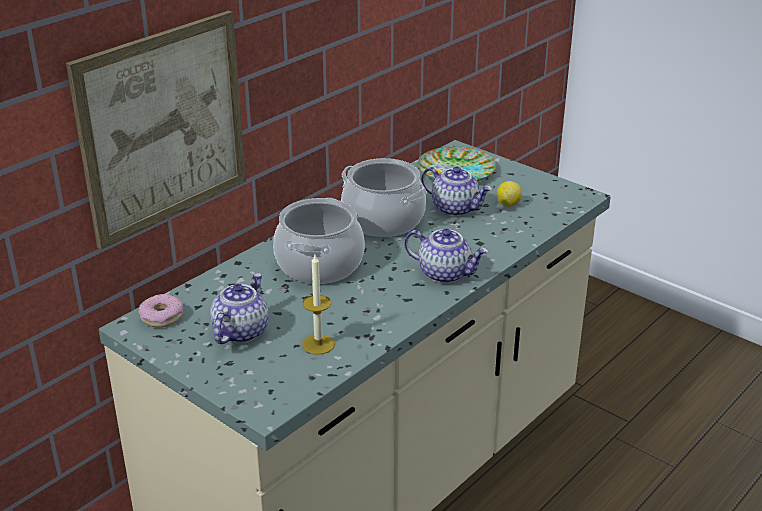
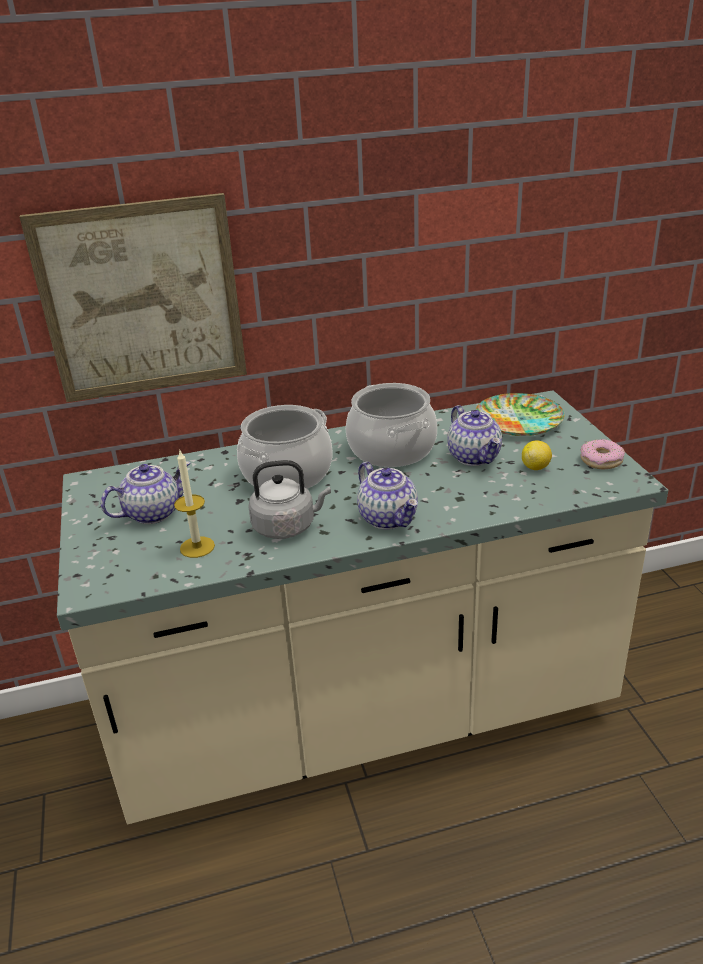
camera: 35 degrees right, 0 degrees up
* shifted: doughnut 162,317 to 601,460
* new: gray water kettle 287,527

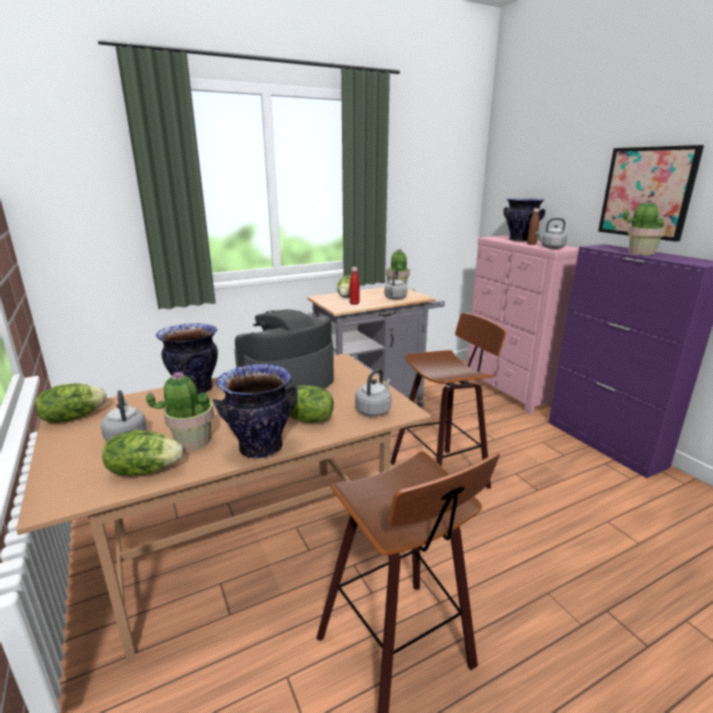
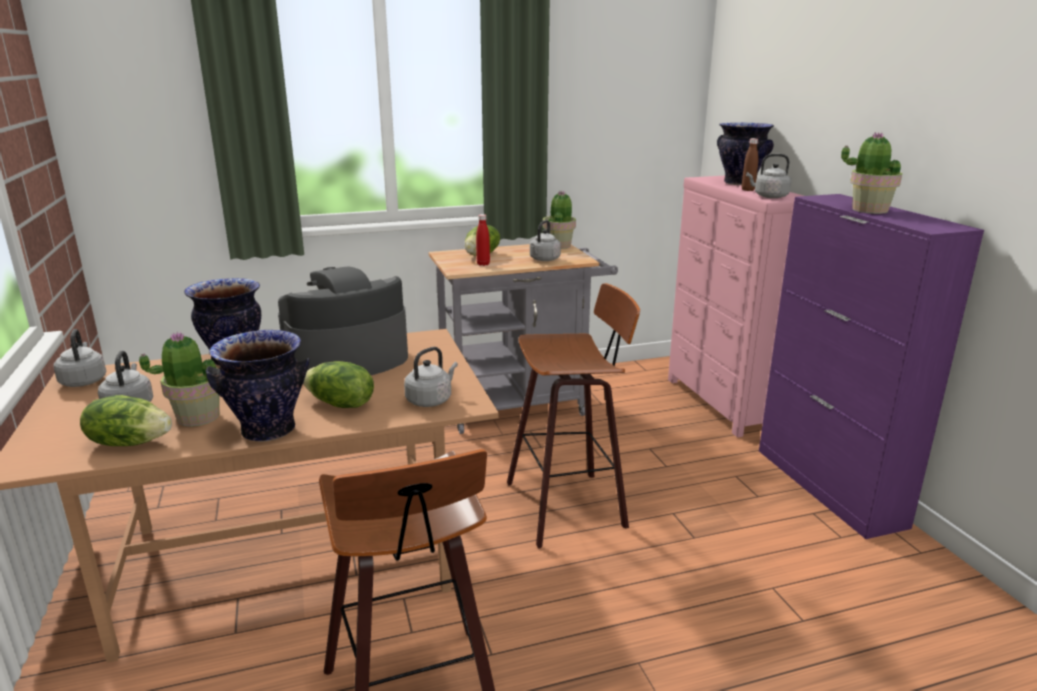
camera: 10 degrees right, 0 degrees up
* swapped: lettuce head 73,417 to gray water kettle 84,380
* gone: wall art 647,192

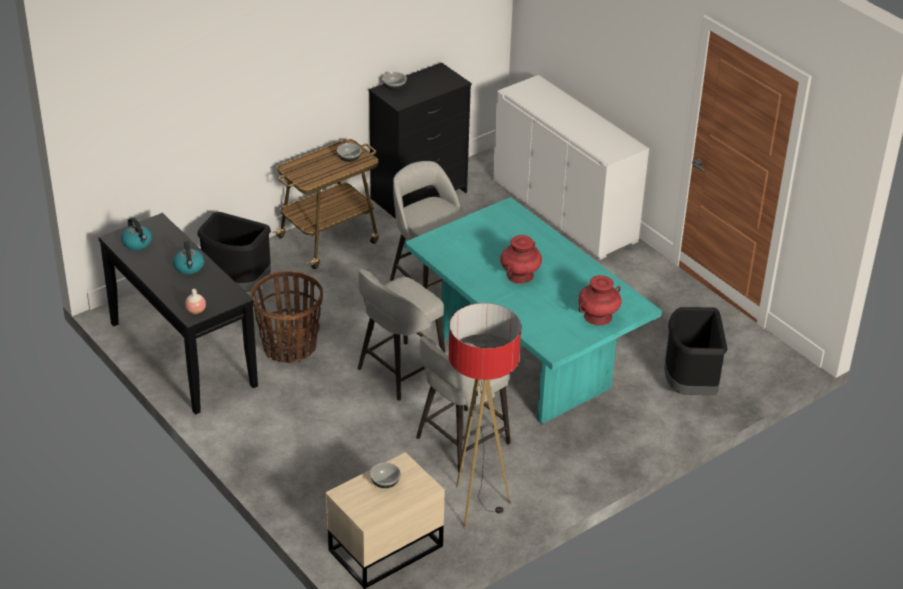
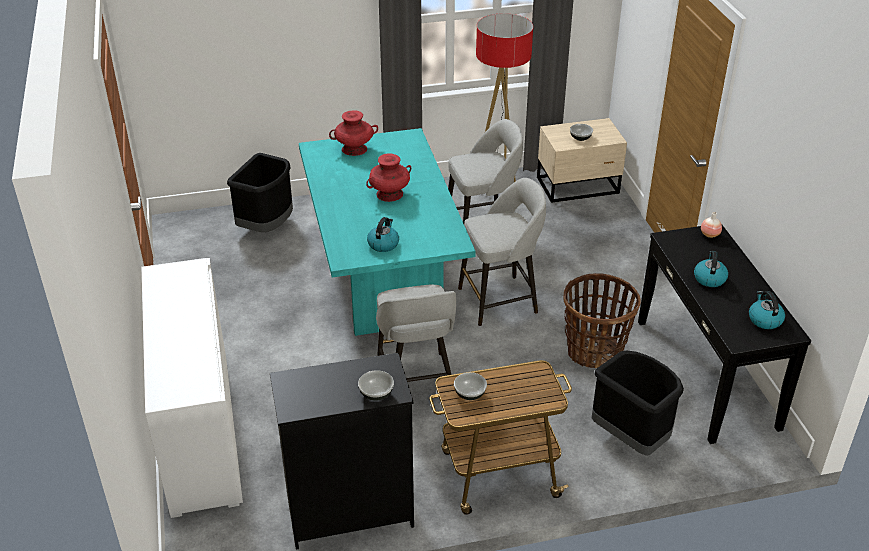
camera: 155 degrees left, 0 degrees up
* new: water kettle 383,244

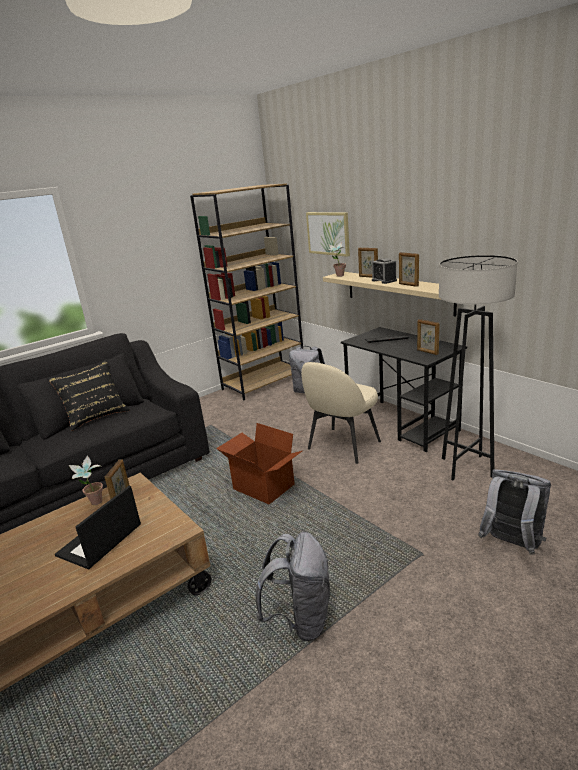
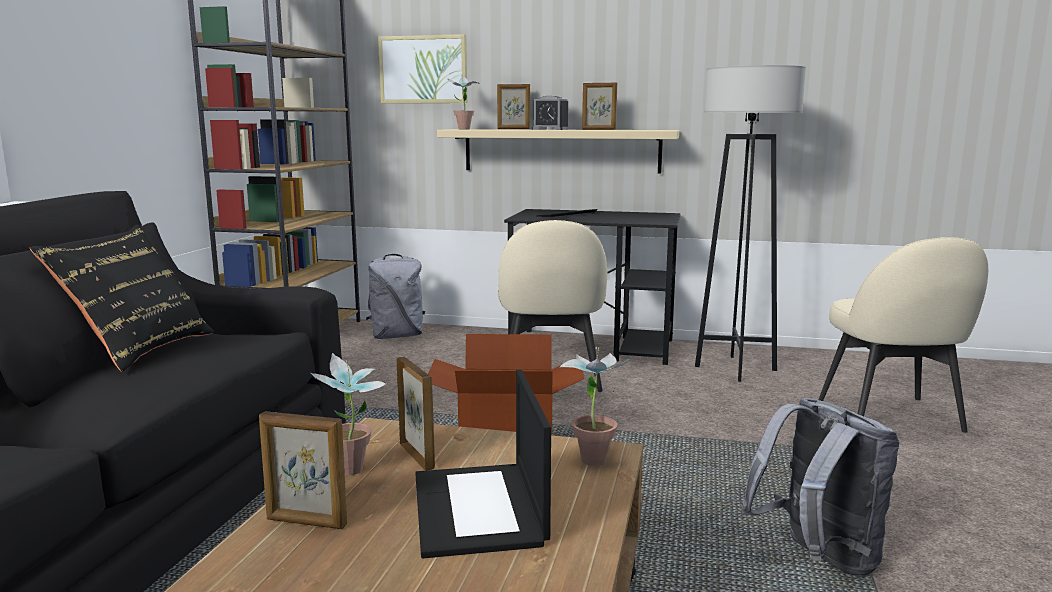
camera: 40 degrees left, 10 degrees down
* shifted: picture frame 427,352 to 306,522
* swapped: gray knapsack 511,544 to sand-coloured upright chair 890,417
* new: plant in a pot 594,456

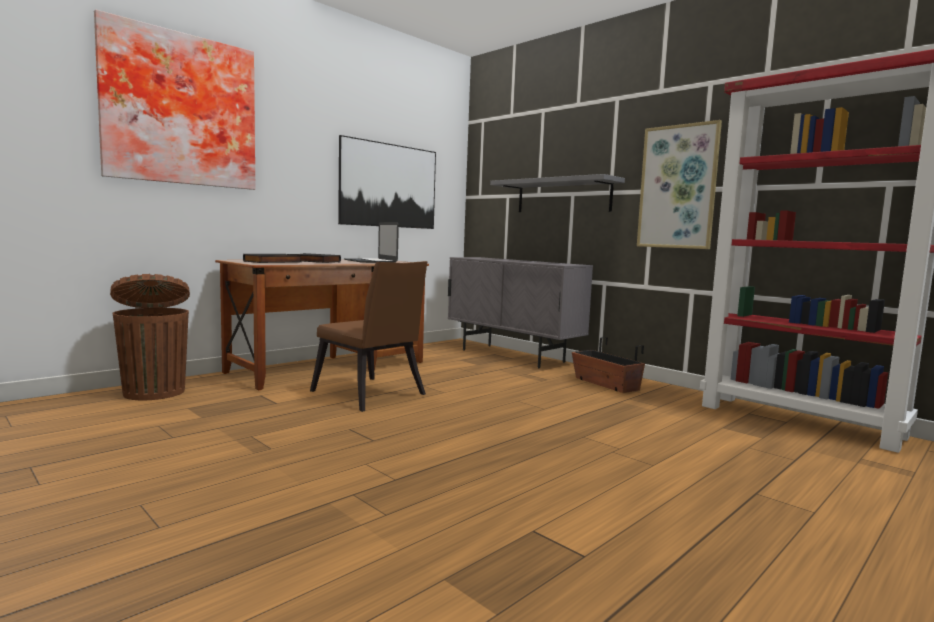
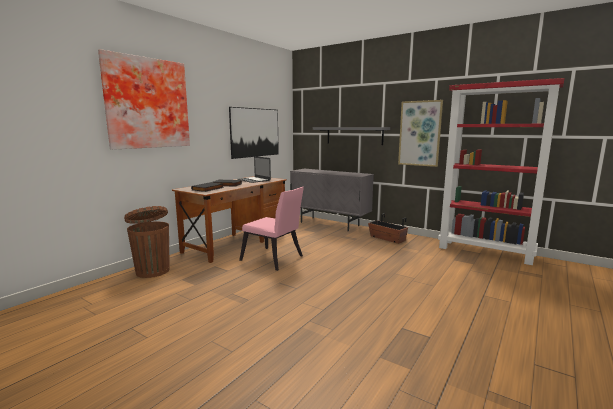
camera: 10 degrees left, 5 degrees up
* repainted: brown upright chair 370,395 to pinkish upright chair 274,259

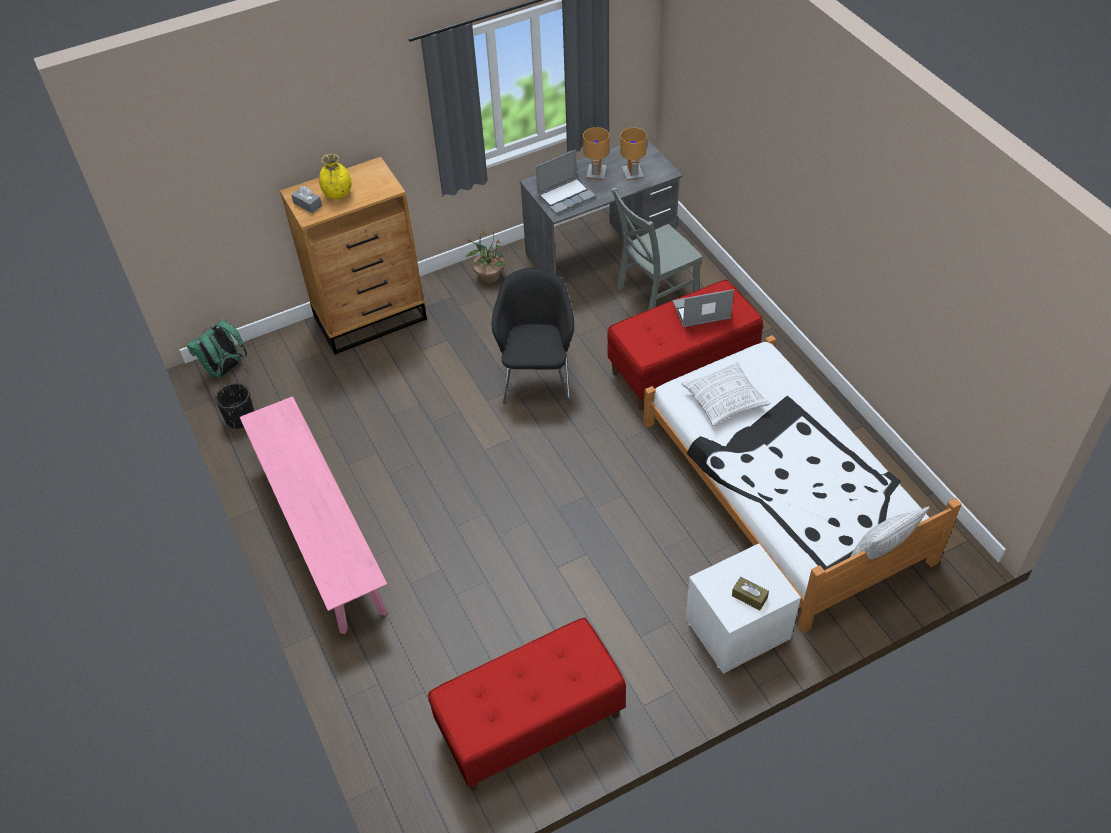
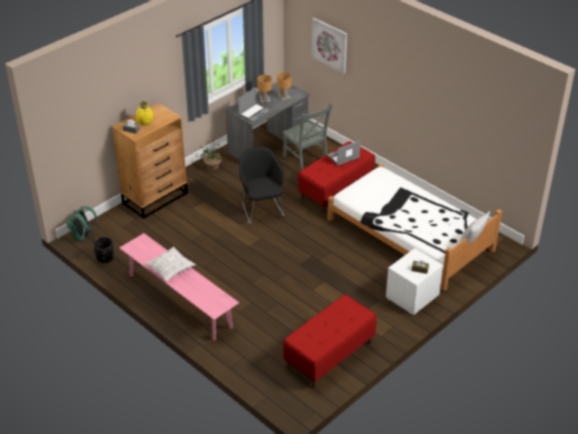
camera: 20 degrees left, 10 degrees down
* rotated: gray upright chair 654,293 = 306,160 75 degrees counterclockwise
* shifted: throw pillow 724,401 to 170,269
* new: wall art 330,45

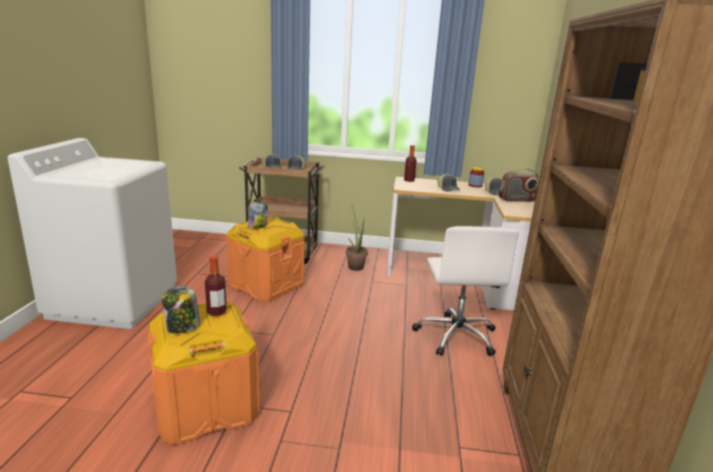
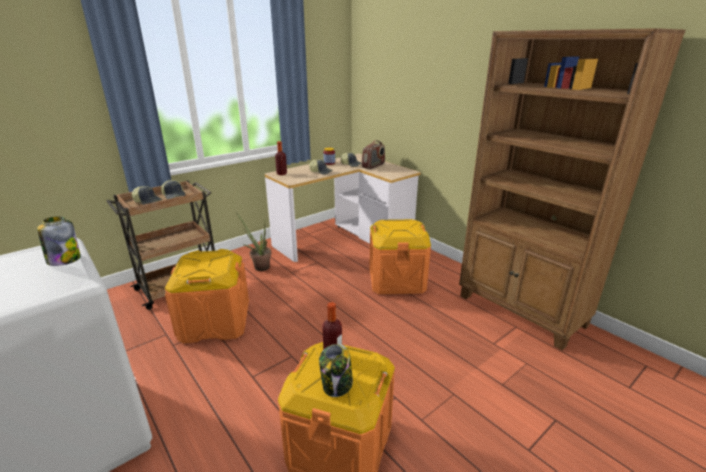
camera: 45 degrees left, 5 degrees up
* shifted: jar 257,225 to 64,259
* swapped: whitish computer chair 456,335 to orange-coloured storage bin 396,280

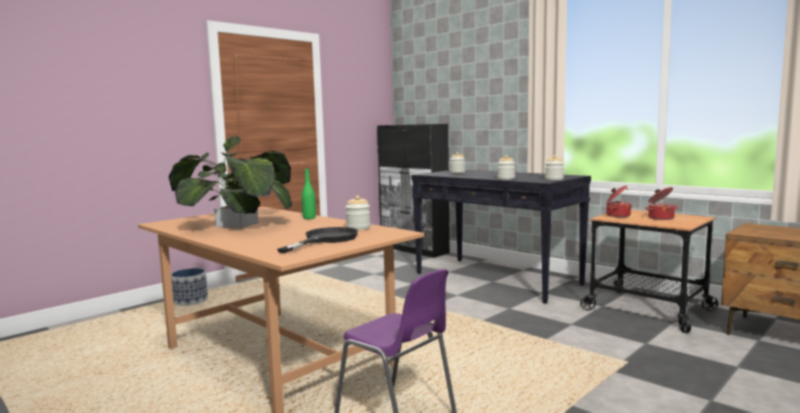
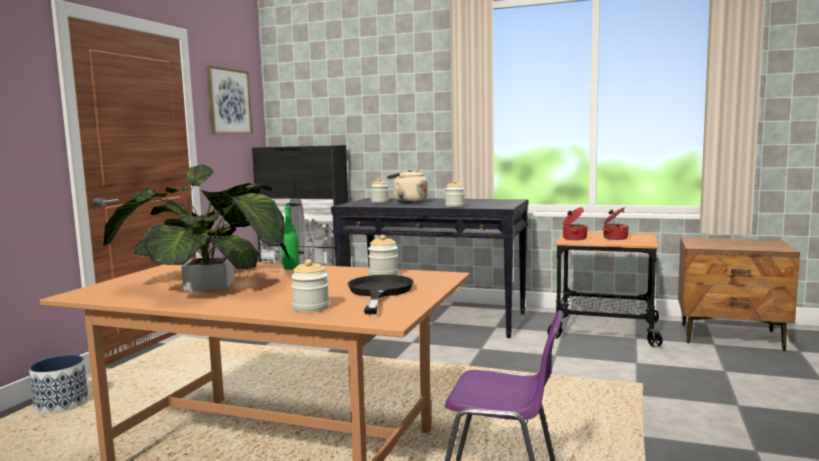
camera: 25 degrees left, 0 degrees up
* shifted: jar 554,179 to 311,308
* new: wall art 229,101
* new: sand-coloured water kettle 408,202

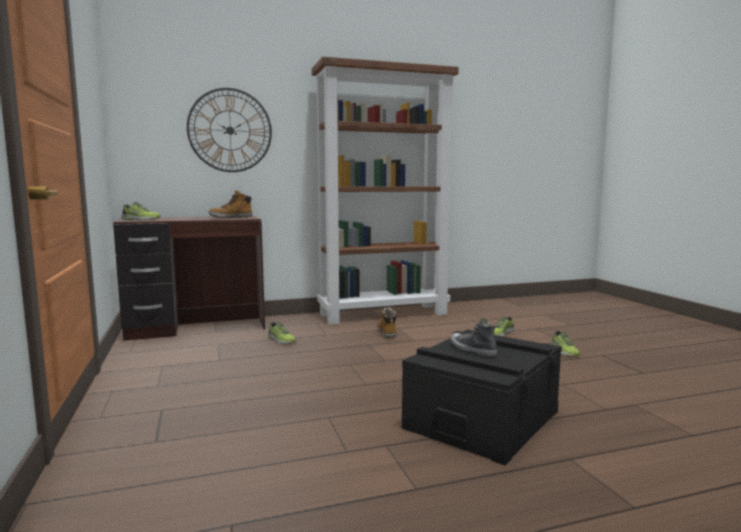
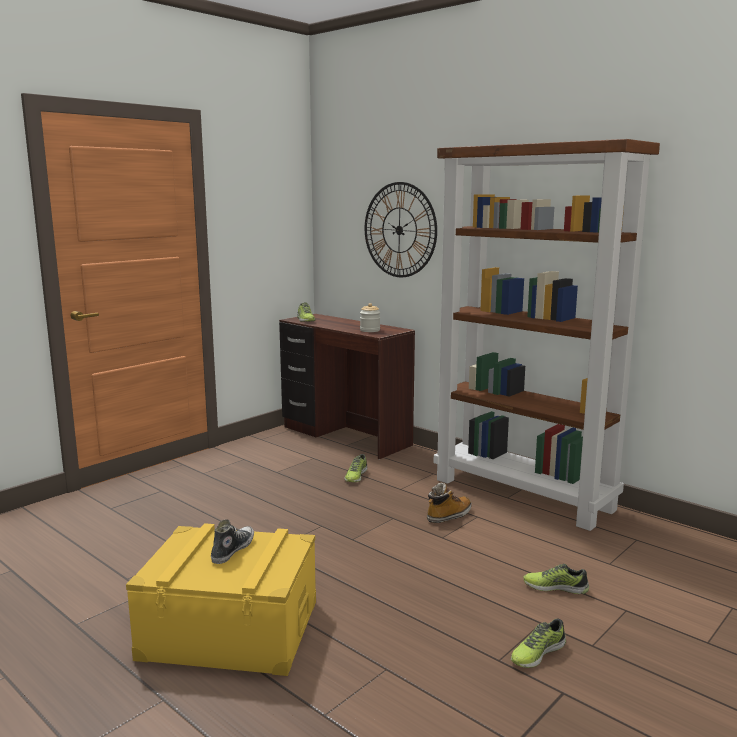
camera: 60 degrees right, 5 degrees up
* swapped: tall boot 231,218 to jar 370,330
* repainted: black storage bin 482,419 to yellow storage bin 231,629

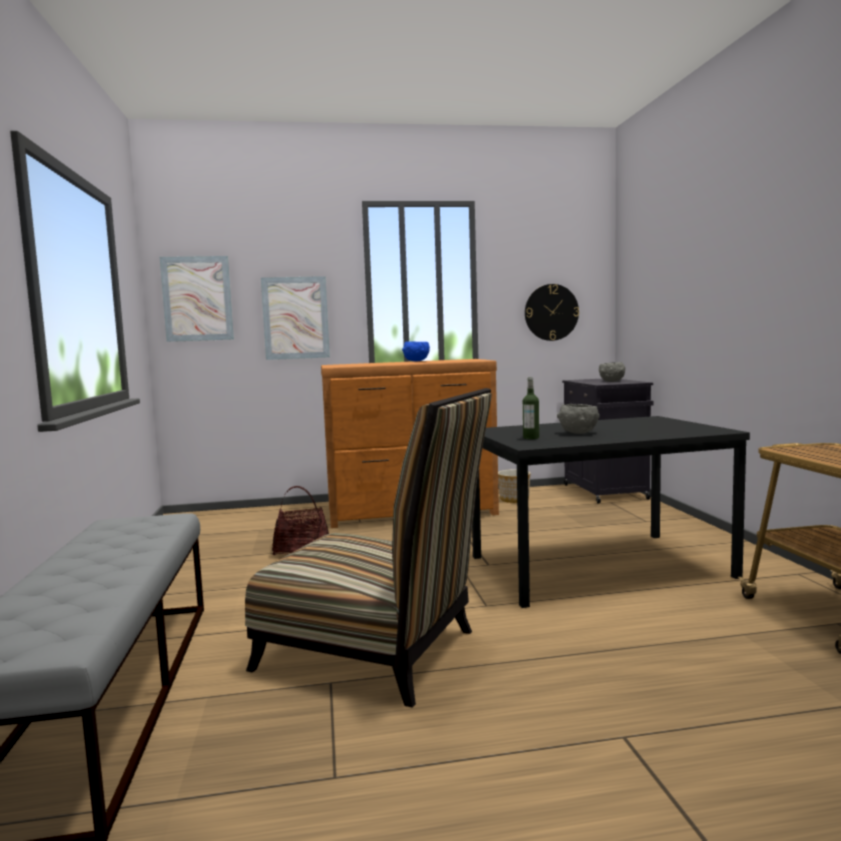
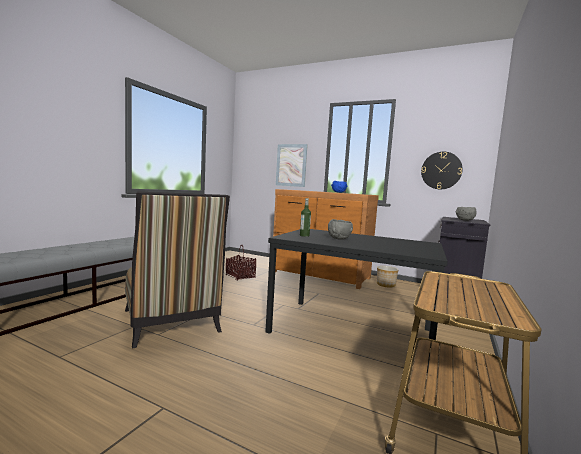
camera: 35 degrees right, 0 degrees up
* gone: wall art 197,299

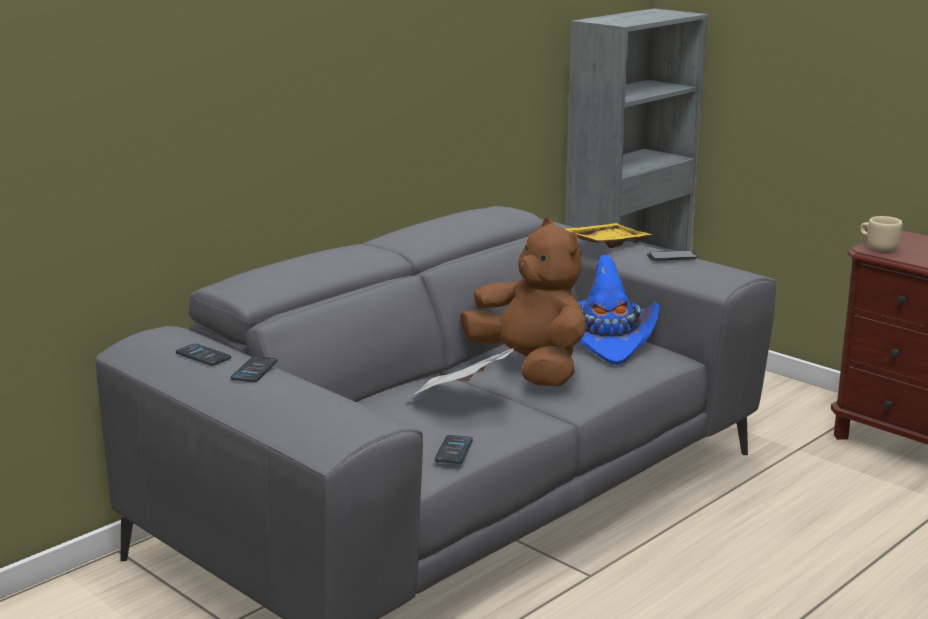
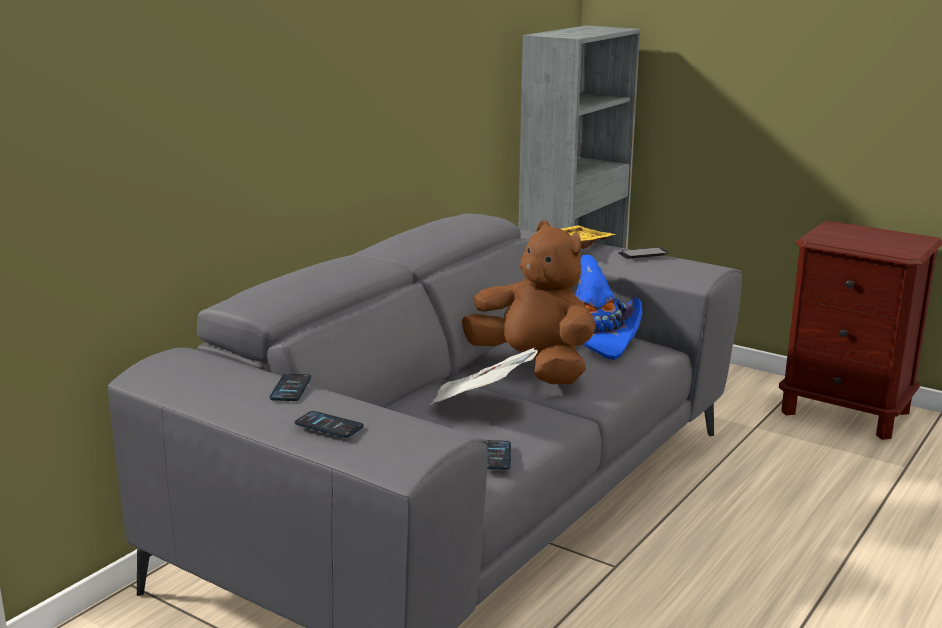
camera: 10 degrees left, 0 degrees up
* shifted: handset 203,356 to 329,426
* gone: sand-coloured tea mug 878,247

